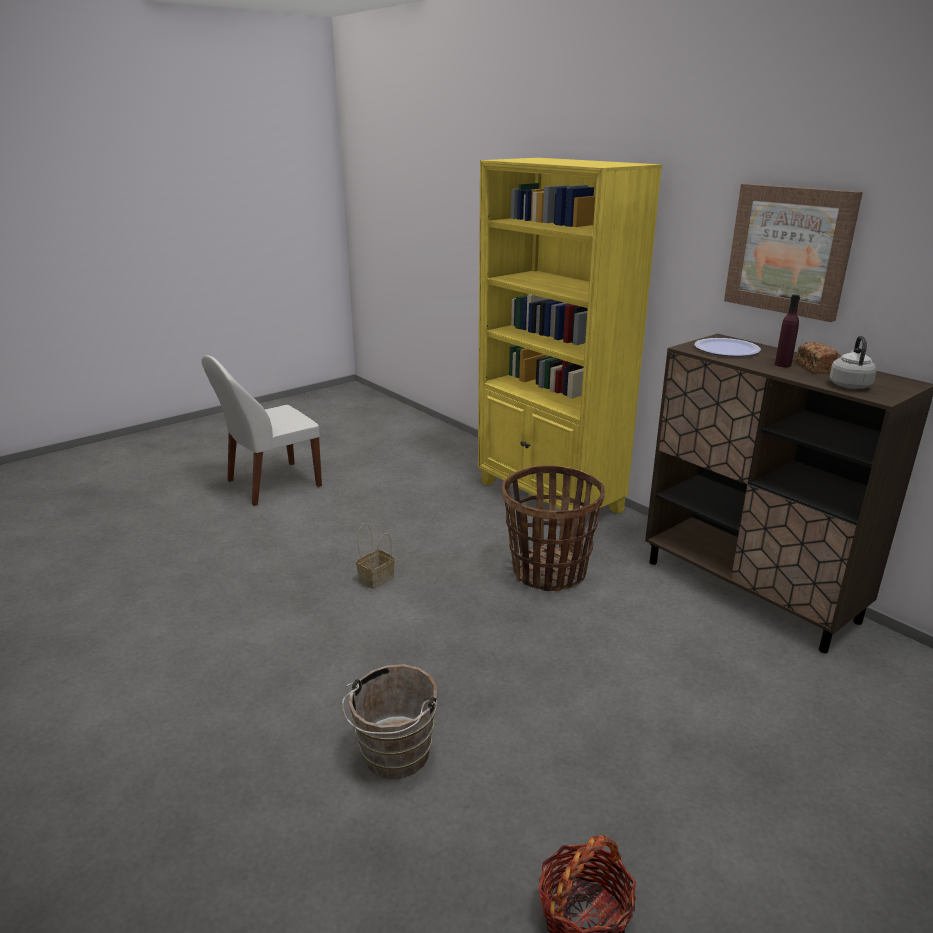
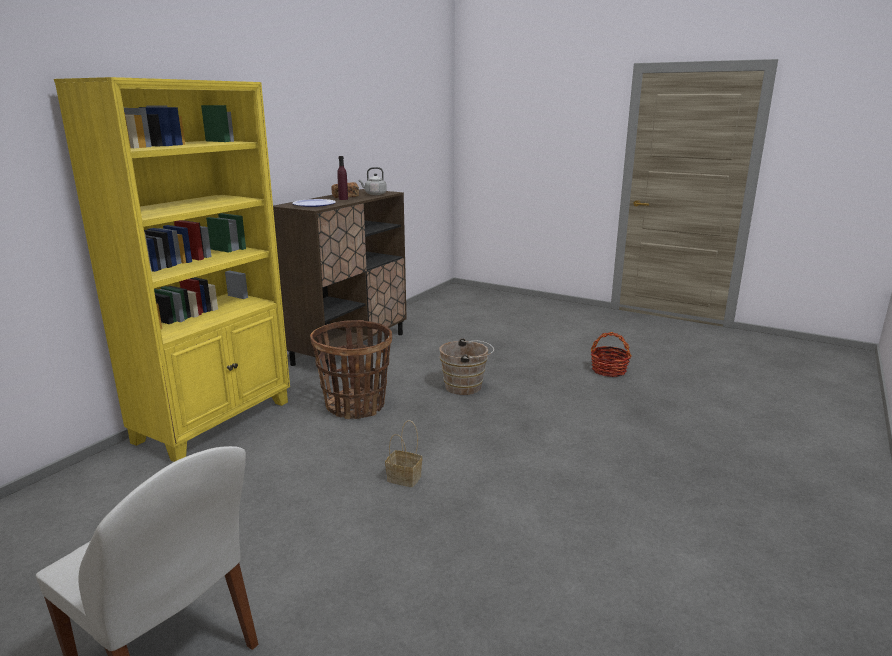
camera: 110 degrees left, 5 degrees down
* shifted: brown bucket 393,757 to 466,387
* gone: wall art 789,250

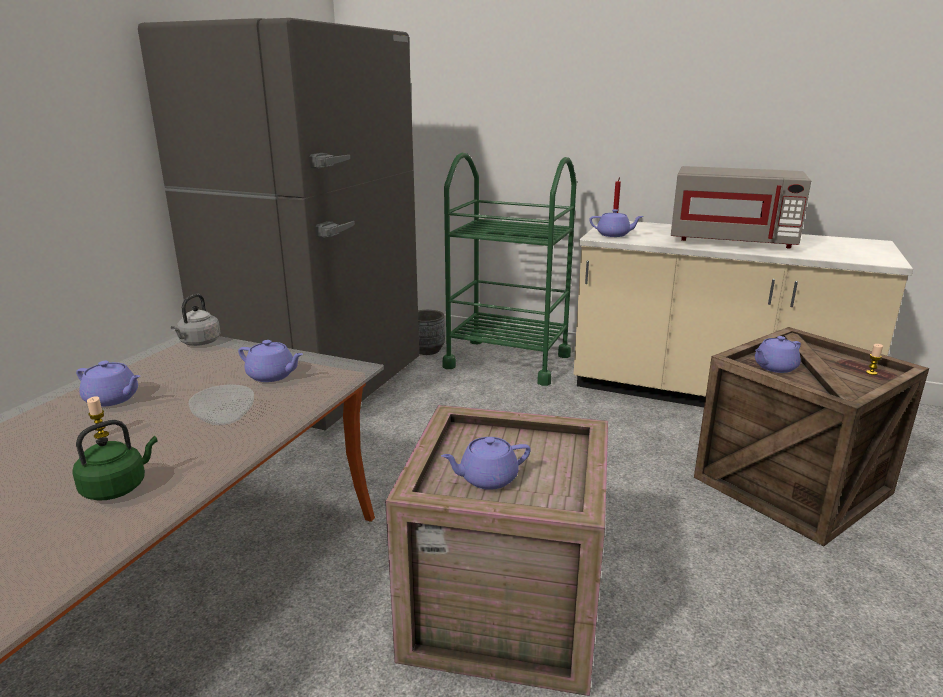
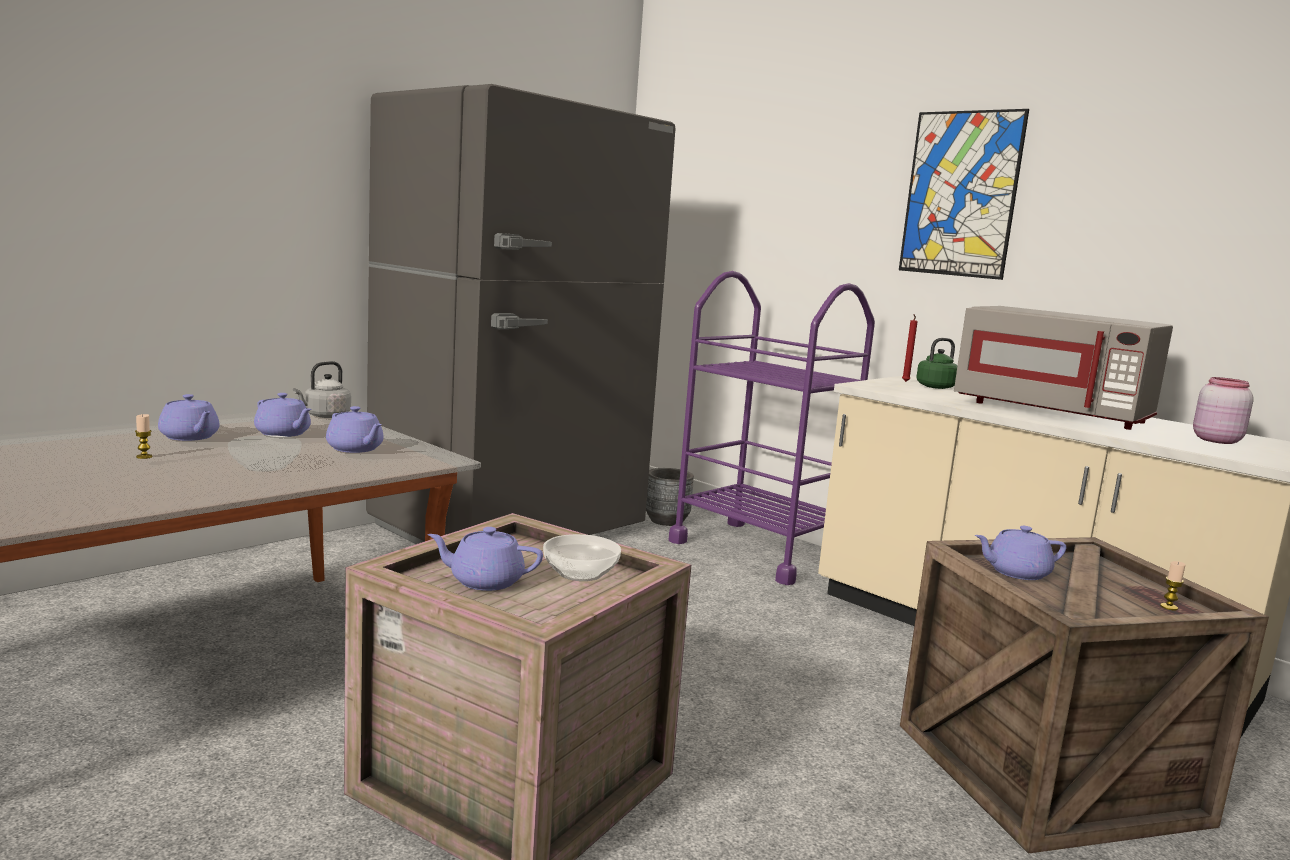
camera: 20 degrees right, 10 degrees down
* shifted: green-coloured water kettle 118,487 to 937,387
* repainted: green-coloured trolley 507,361 to purple-coloured trolley 758,551
* shifted: purple-coloured teapot 614,235 to 283,434
* new: bowl 579,573
* new: wall art 960,194
* new: pinkish jar 1215,440

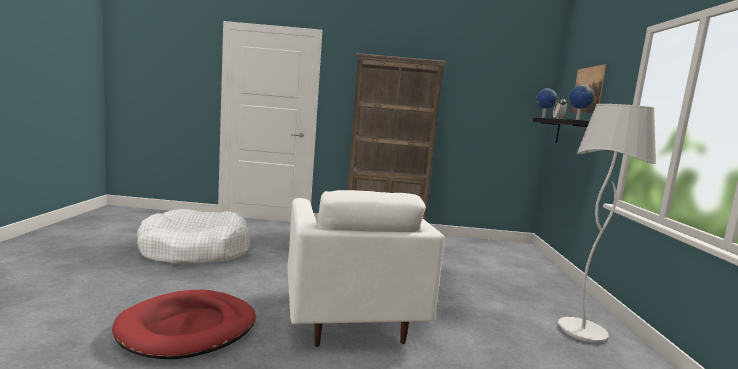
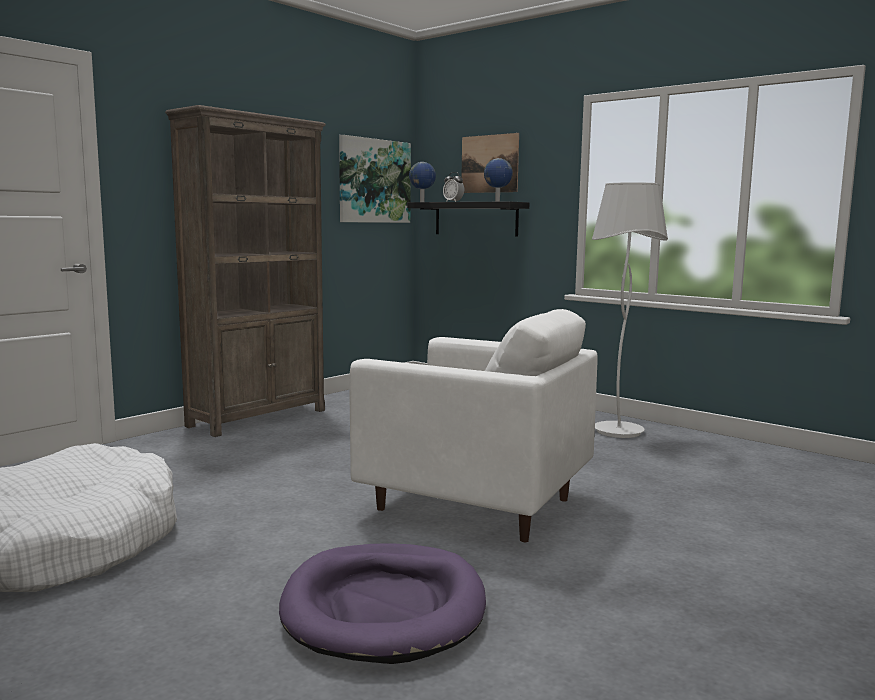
camera: 50 degrees left, 0 degrees up
* repainted: red-coloured pet bed 188,328 to purple-coloured pet bed 384,608
* new: wall art 374,181

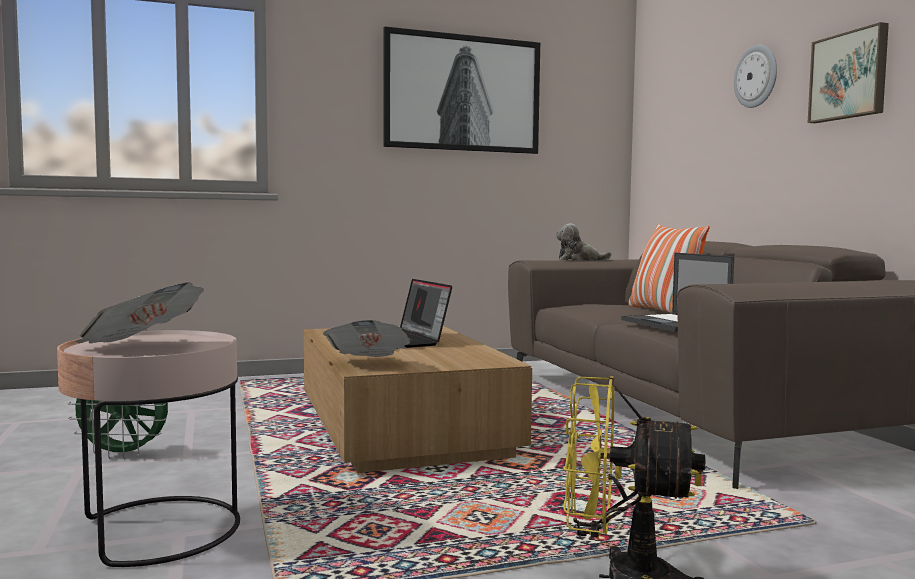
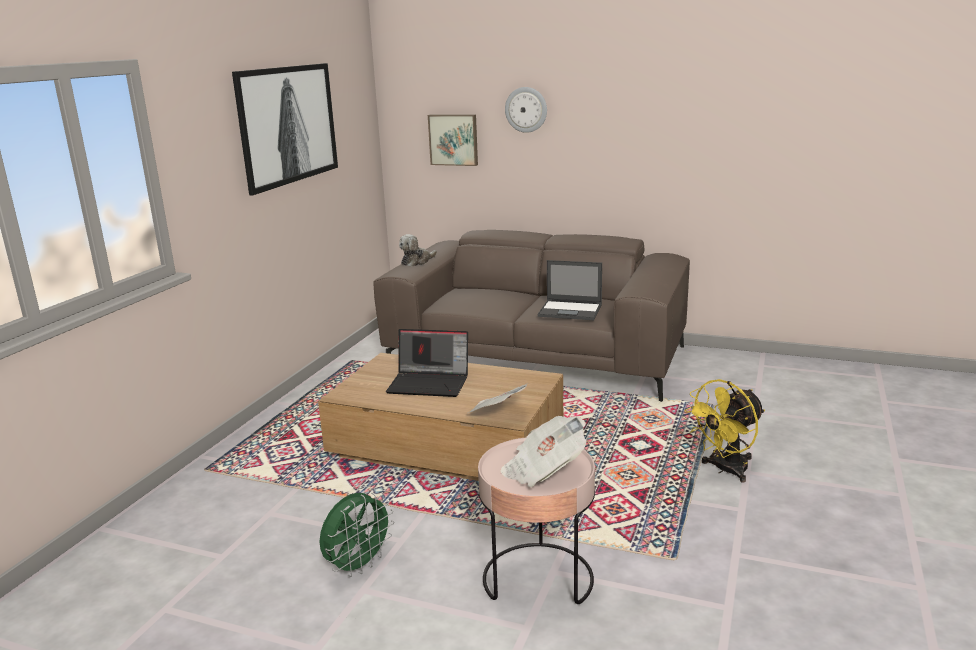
camera: 50 degrees left, 15 degrees up
* gone: throw pillow 662,311
* shifted: wall art 849,76 to 454,139

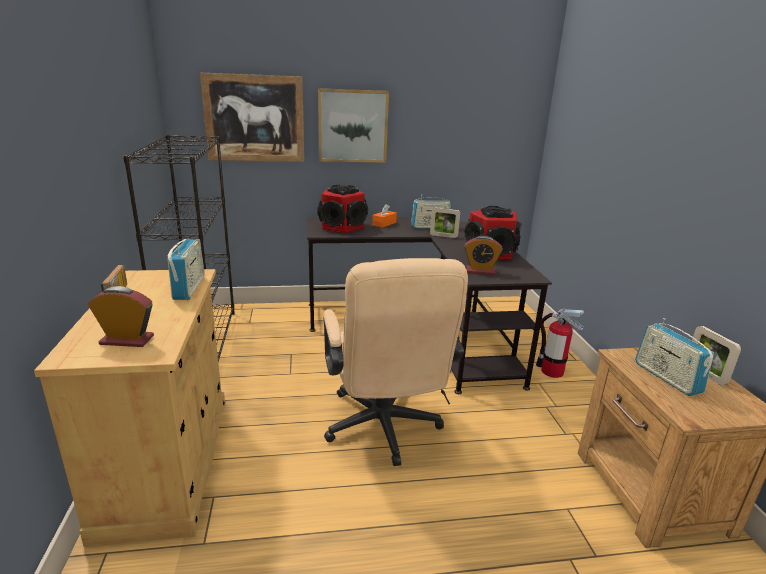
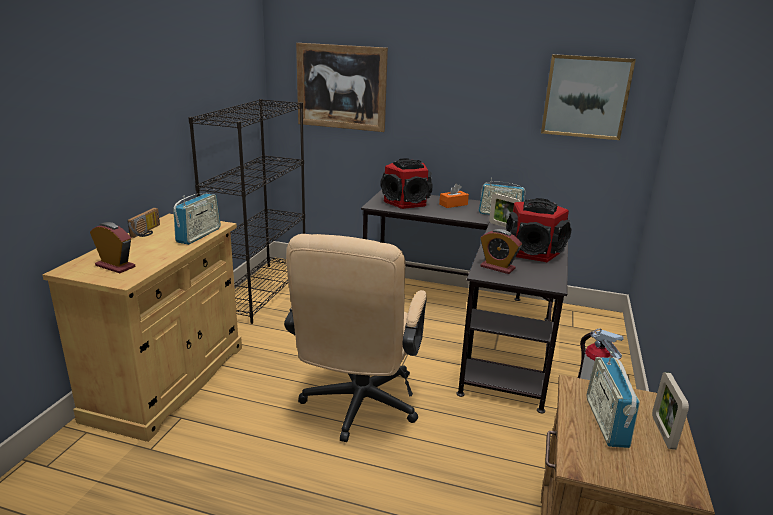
camera: 25 degrees right, 0 degrees up
* shifted: wall art 353,126 to 586,97

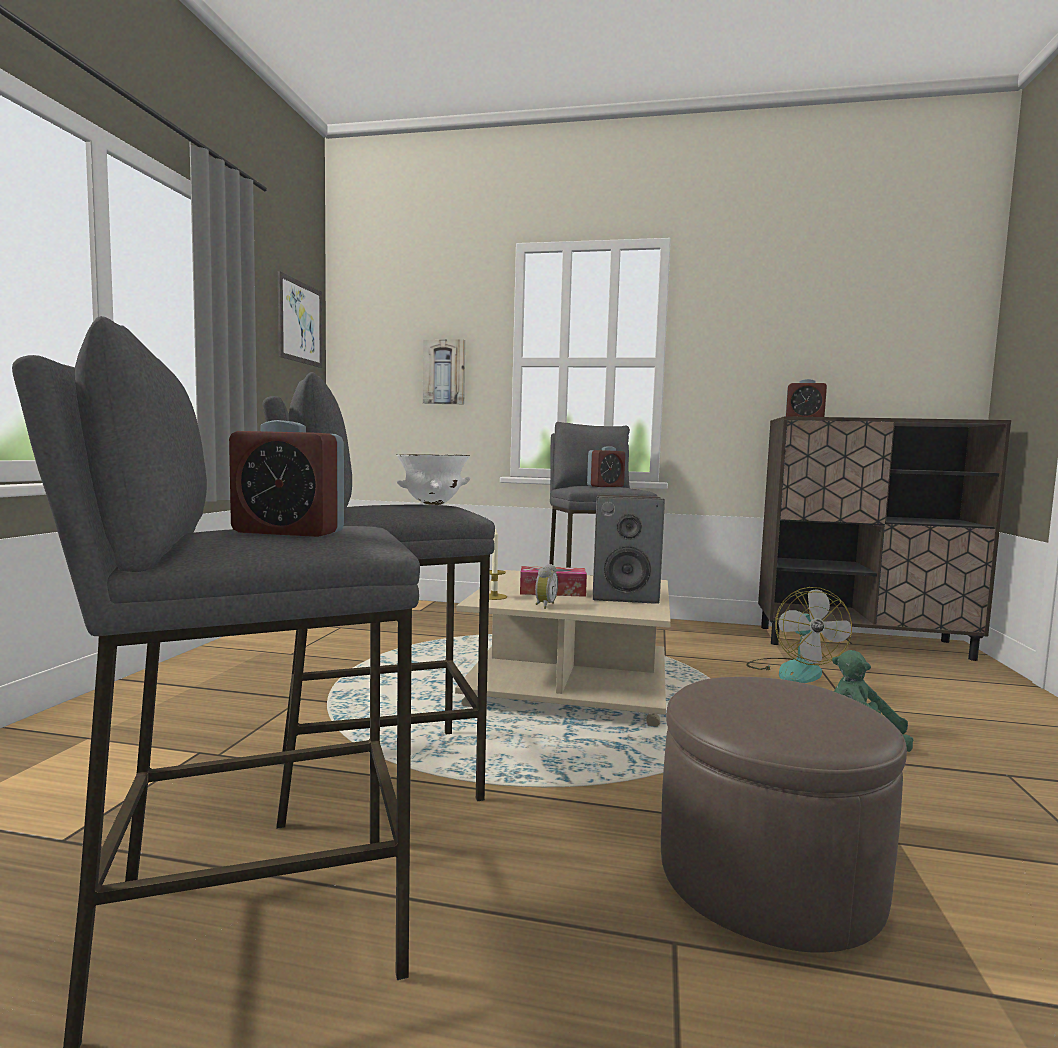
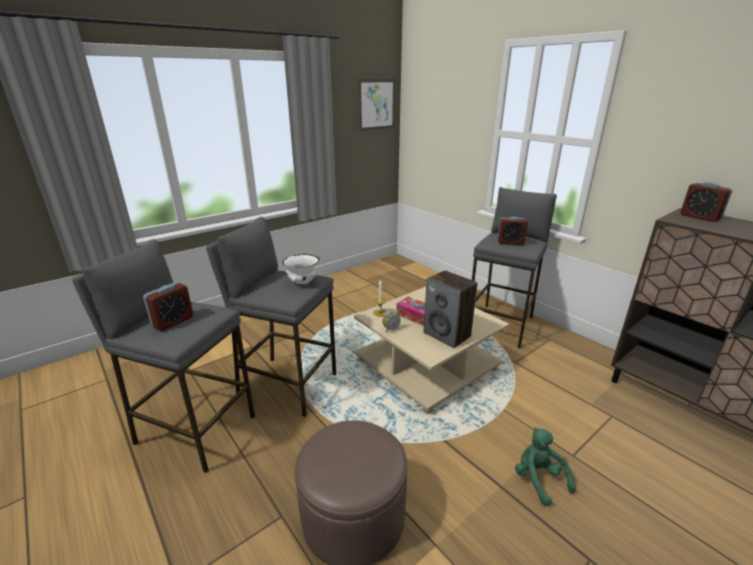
camera: 40 degrees right, 20 degrees up
* rotated: alarm clock 288,532 = 173,322 105 degrees counterclockwise
* gone: wall art 444,372
* gone: electric fan 793,670

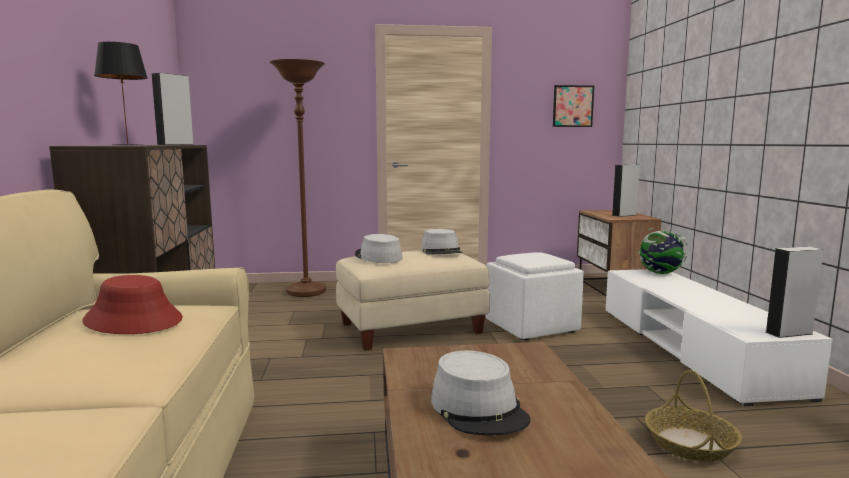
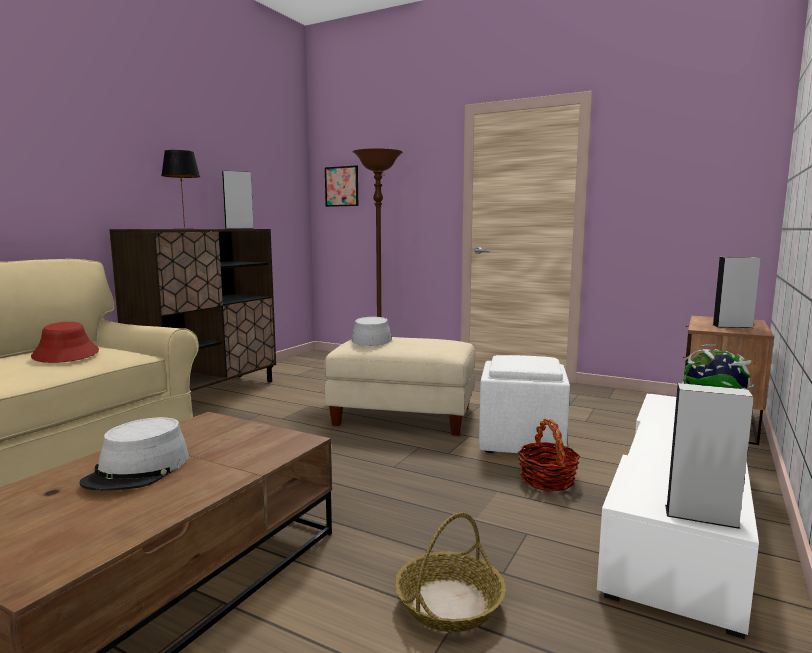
camera: 35 degrees right, 0 degrees up
* gone: gray wearable hat 441,251
* shifted: wall art 573,106 to 341,186
* new: storage basket 547,480

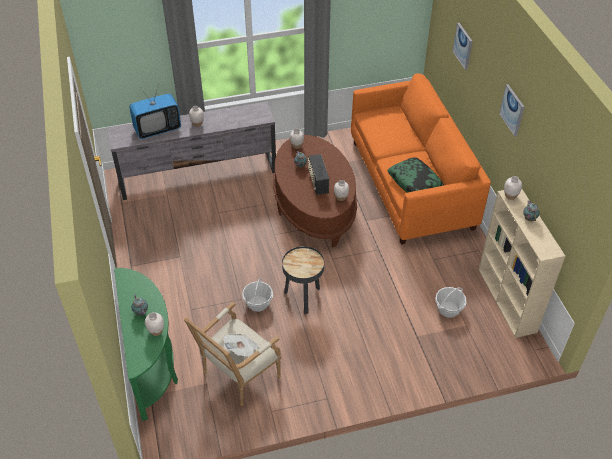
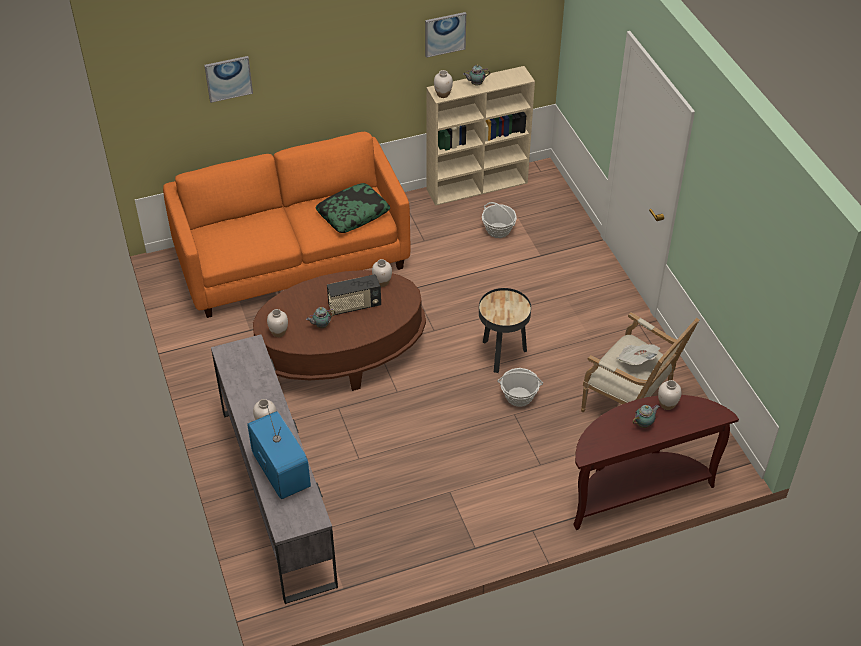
camera: 95 degrees left, 0 degrees up
* repainted: green-coloured hall table 152,366 to brown hall table 636,490
* shifted: wall art 512,110 to 445,34

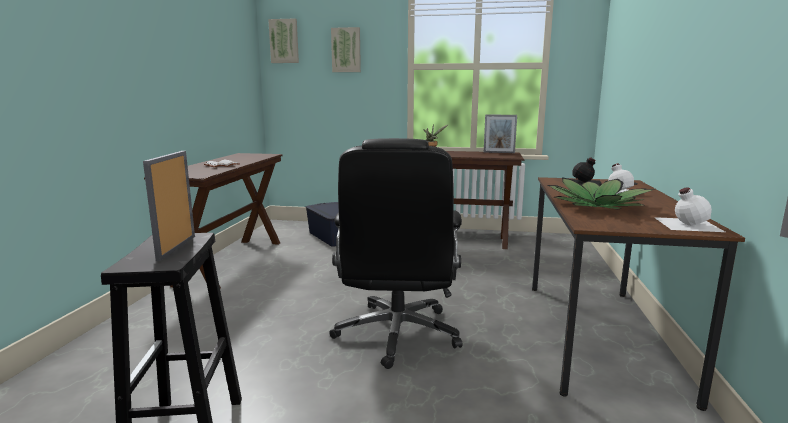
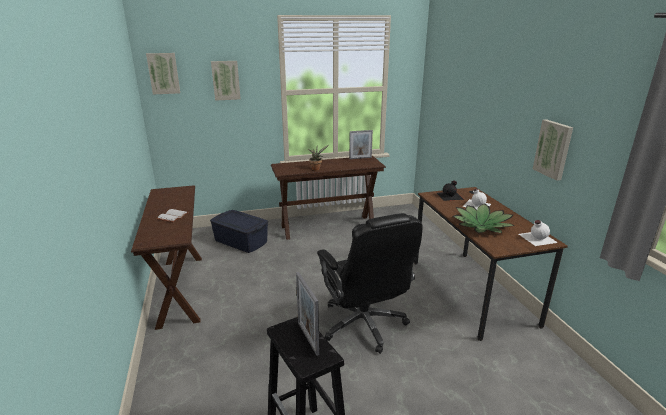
camera: 25 degrees left, 10 degrees up
* new: wall art 553,149

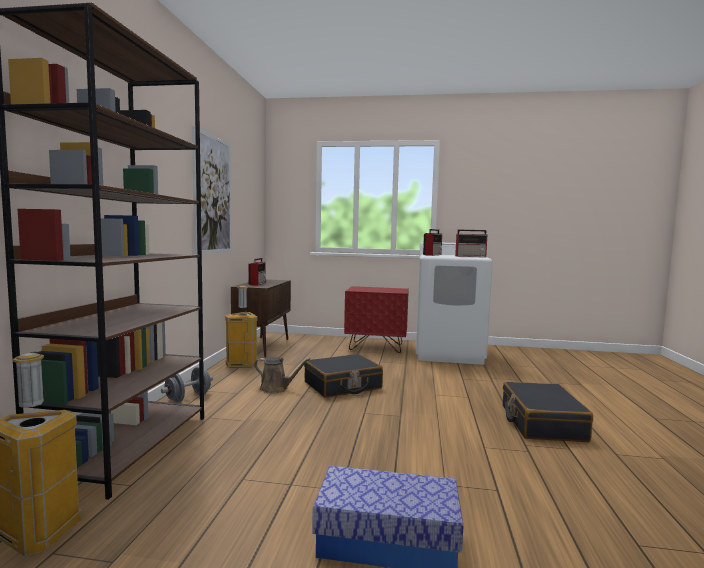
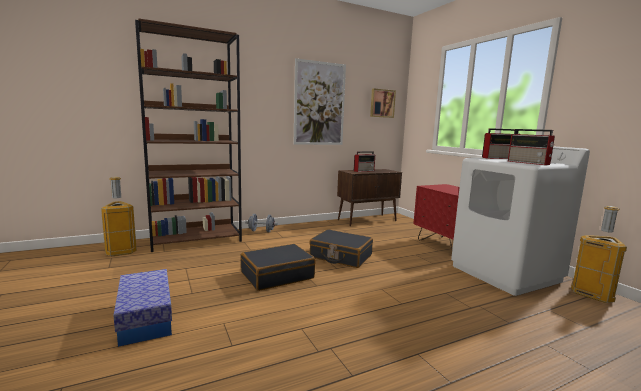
camera: 55 degrees right, 5 degrees up
* shifted: waste bin 241,365 to 592,295
* gone: brown sprinkling can 276,389
* shifted: black suitcase 541,423 to 277,275
* new: wall art 382,103

